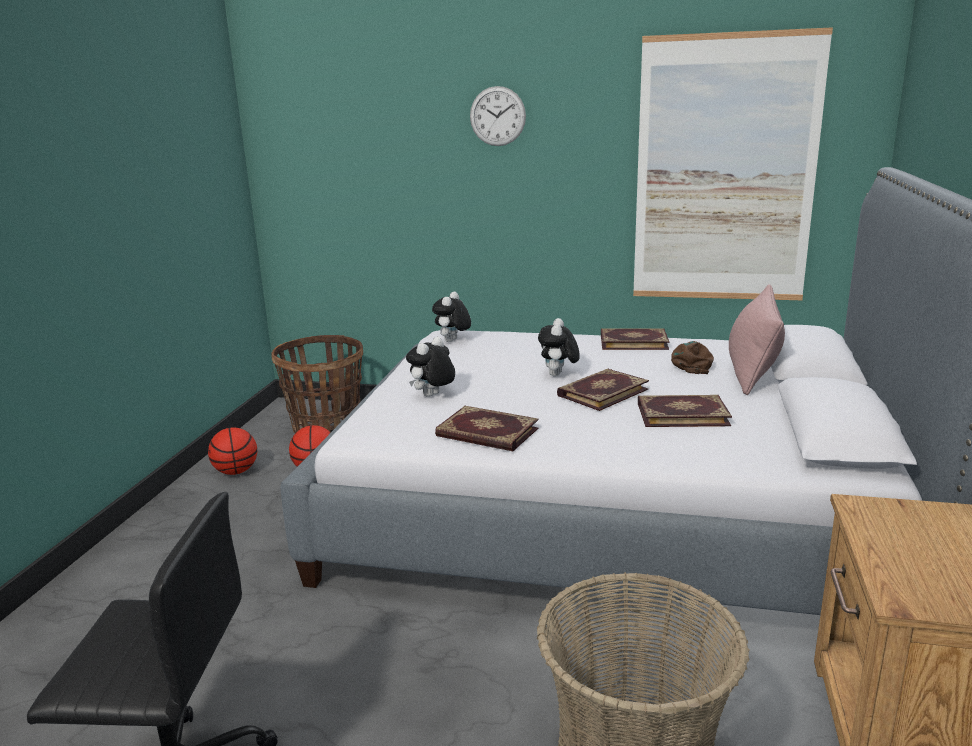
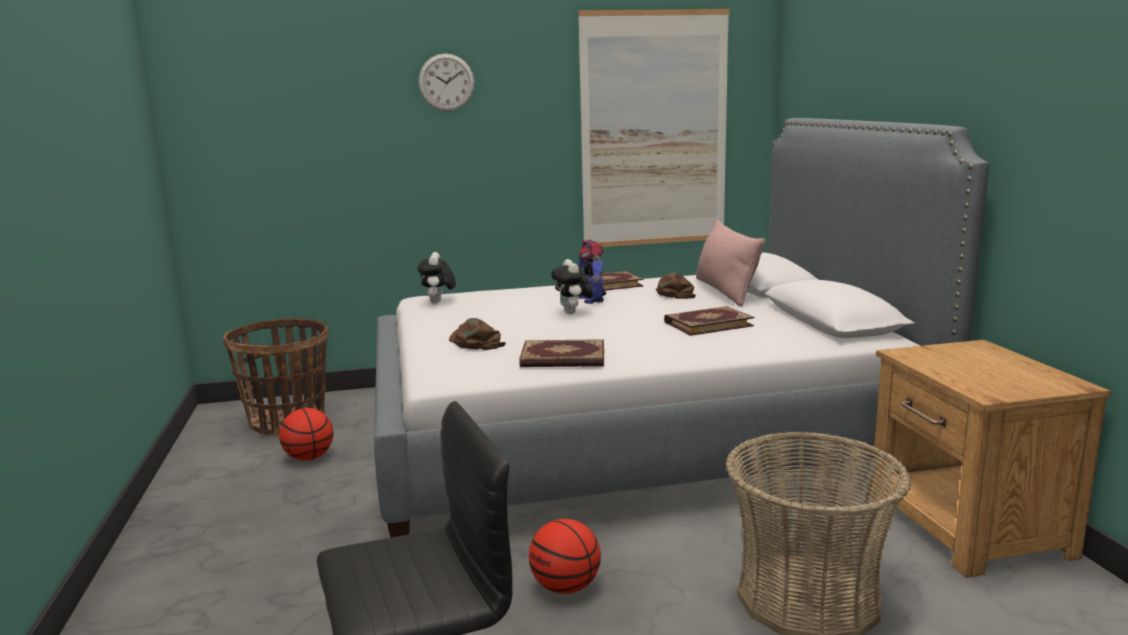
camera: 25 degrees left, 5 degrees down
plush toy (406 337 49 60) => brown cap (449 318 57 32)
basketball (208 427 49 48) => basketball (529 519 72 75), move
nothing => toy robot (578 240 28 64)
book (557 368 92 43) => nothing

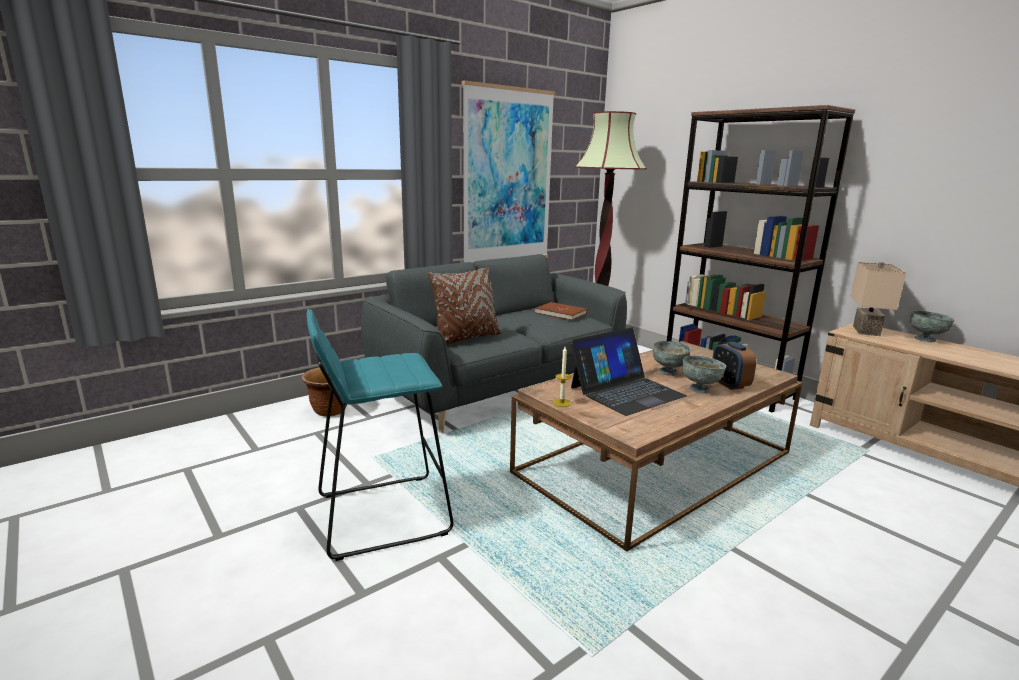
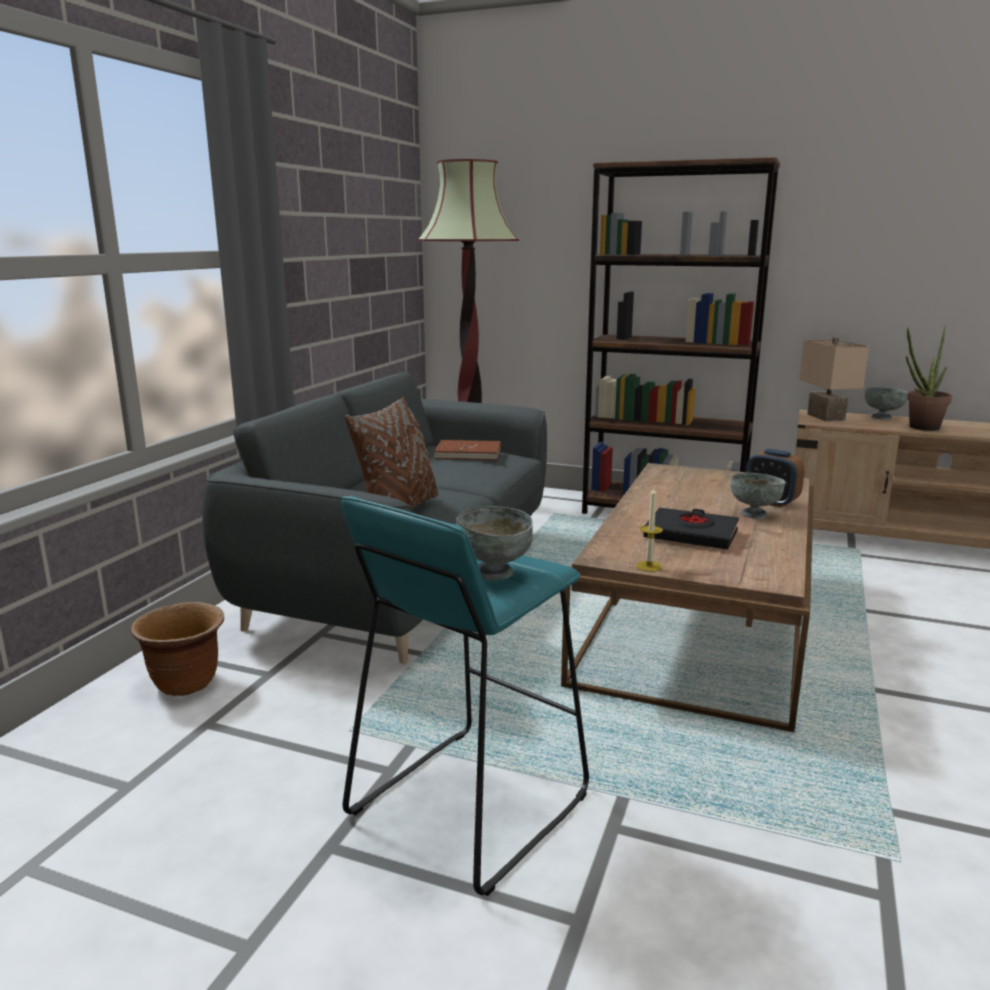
camera: 30 degrees left, 0 degrees up
grey bowl (653 341 38 35) => grey bowl (456 506 77 74), move
laptop (570 327 117 89) => black book (643 508 96 42)
nothing => potted plant (906 327 46 104)
picture (462 80 93 183) => nothing

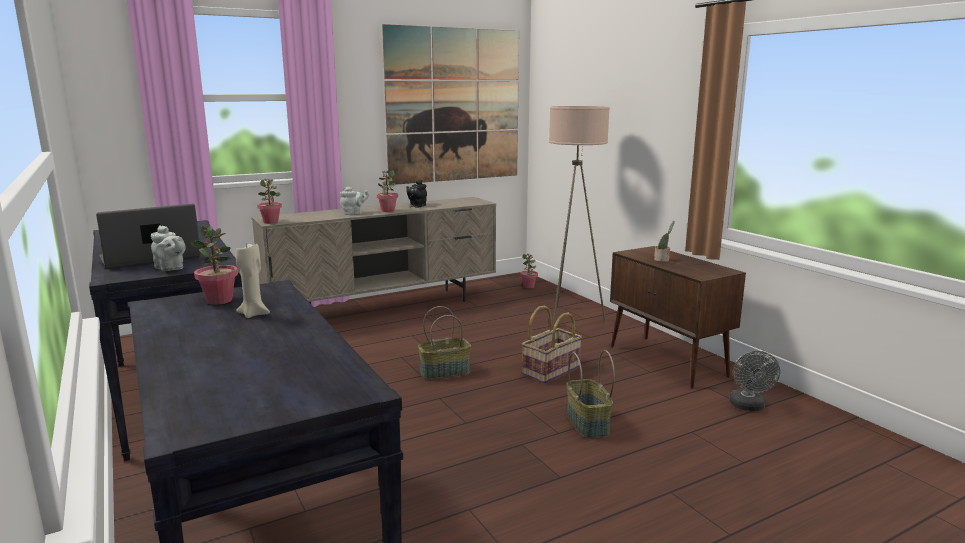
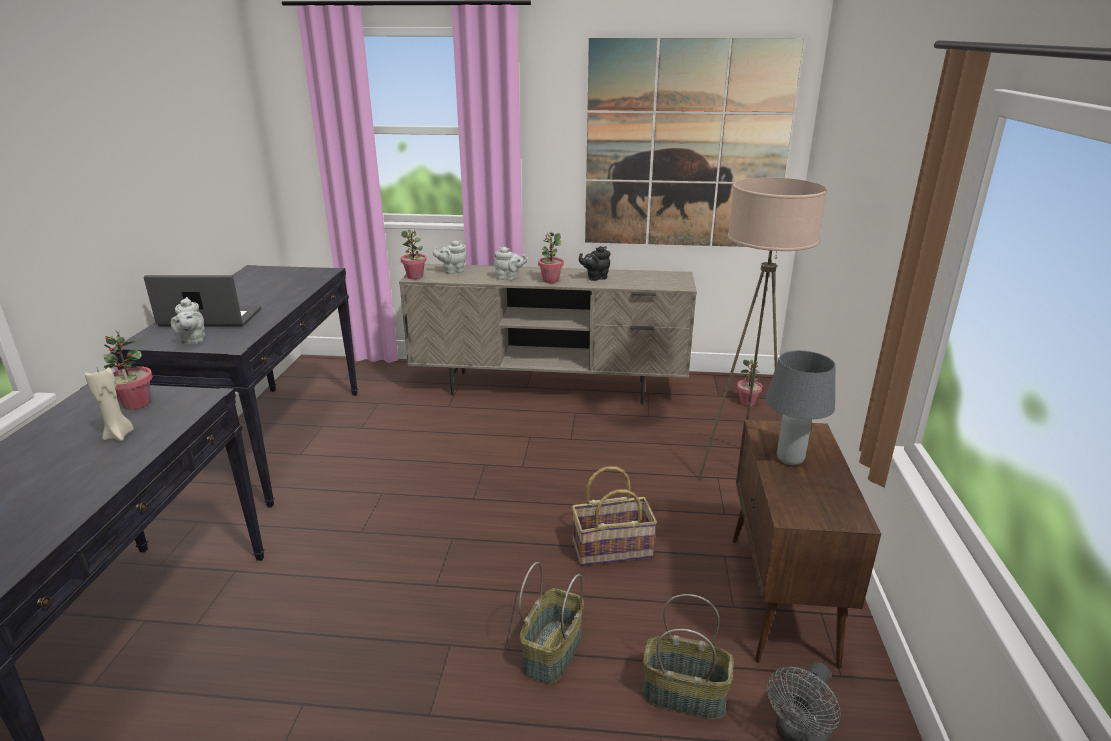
camera: 35 degrees right, 10 degrees up
nothing => grey teapot (433 240 34 34)
basket (418 306 53 74) => basket (643 594 91 125), move
potted plant (654 221 21 41) => grey table lamp (766 350 69 115)

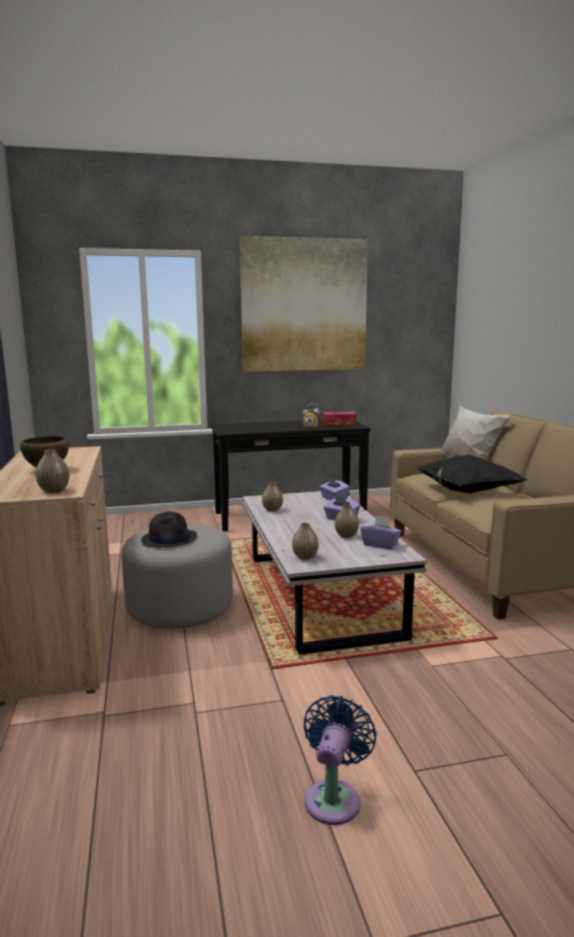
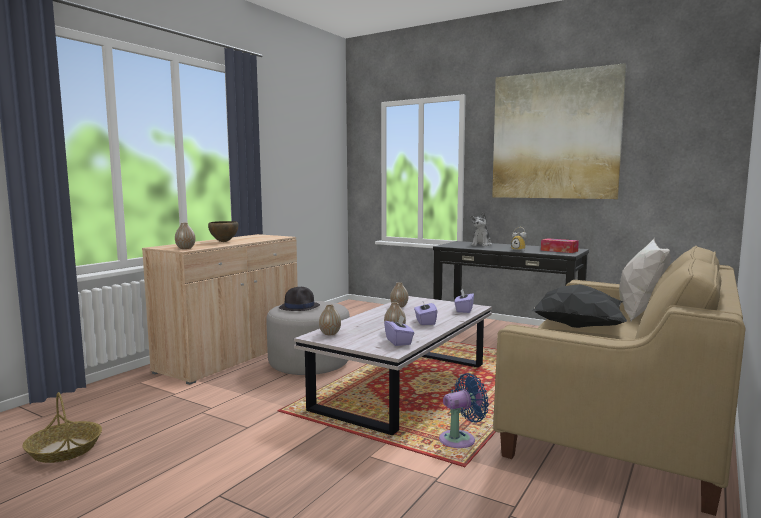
camera: 45 degrees right, 5 degrees down
nothing => basket (23 392 79 71)
blue fan (303 695 74 130) => blue fan (439 373 50 75), move
nothing => plush toy (471 212 21 34)

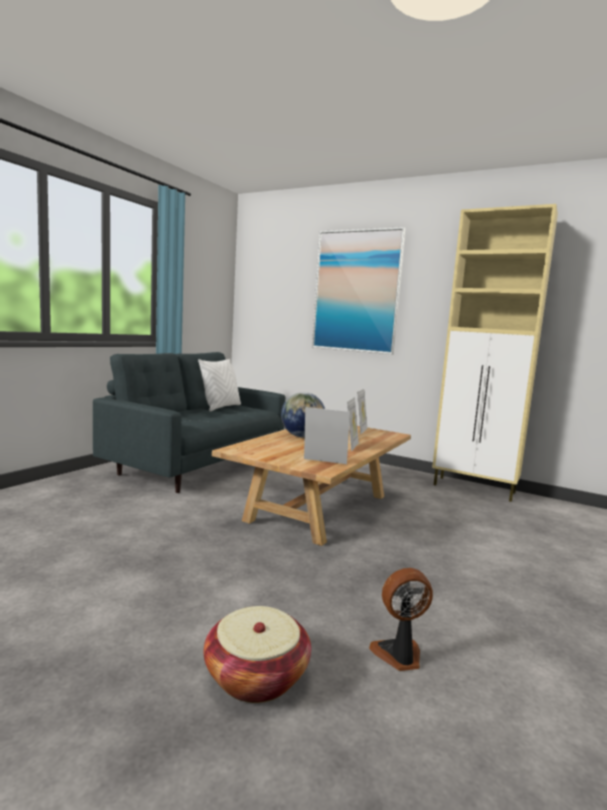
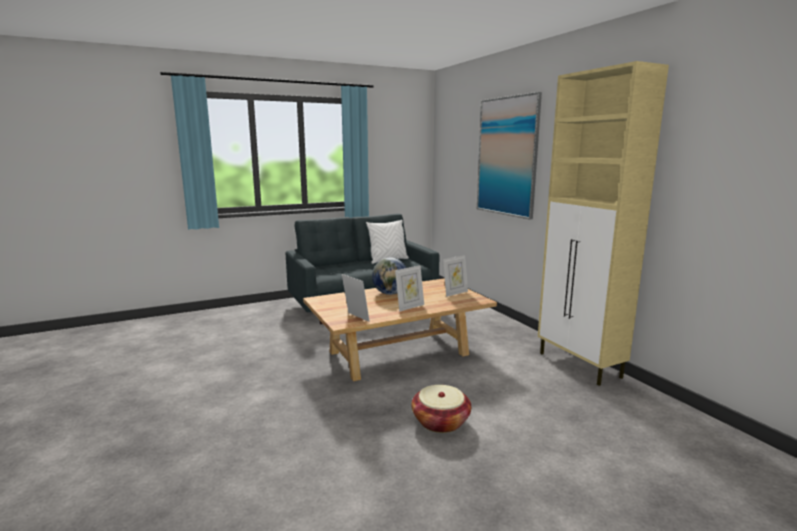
camera: 35 degrees right, 5 degrees up
basket (204 606 107 97) => basket (411 385 60 48), move
fan (369 568 64 103) => nothing

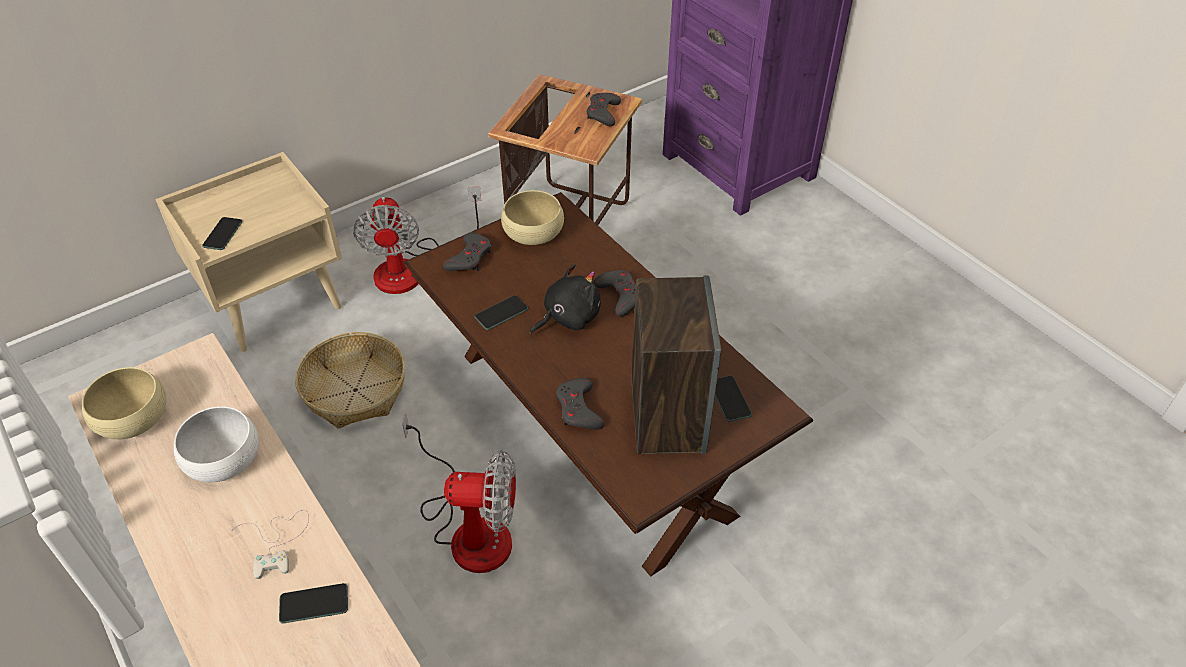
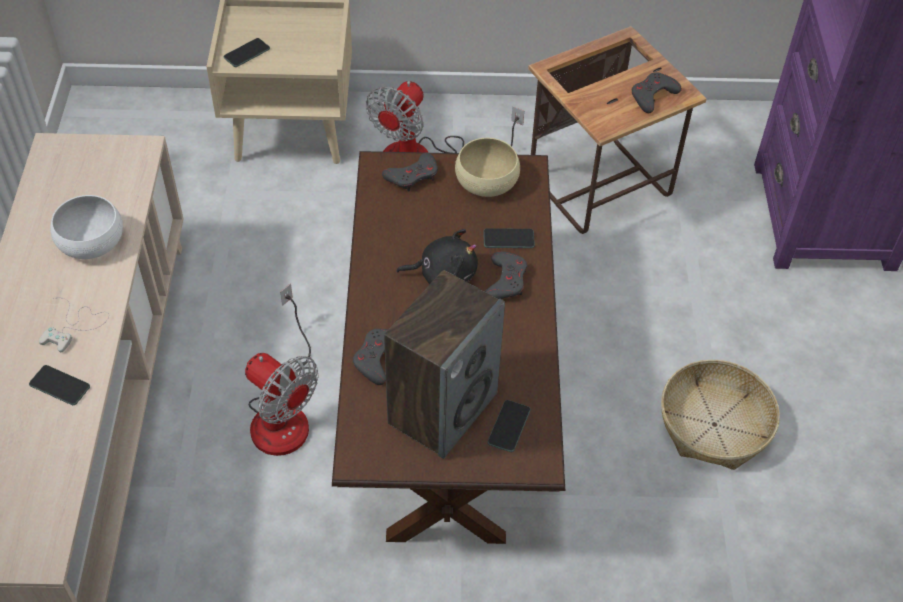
camera: 35 degrees right, 5 degrees up
phone (475 295 53 35) => phone (483 228 52 20), move
basket (295 332 110 96) => basket (661 360 119 110), move
beige bowl (82 367 84 72) => nothing

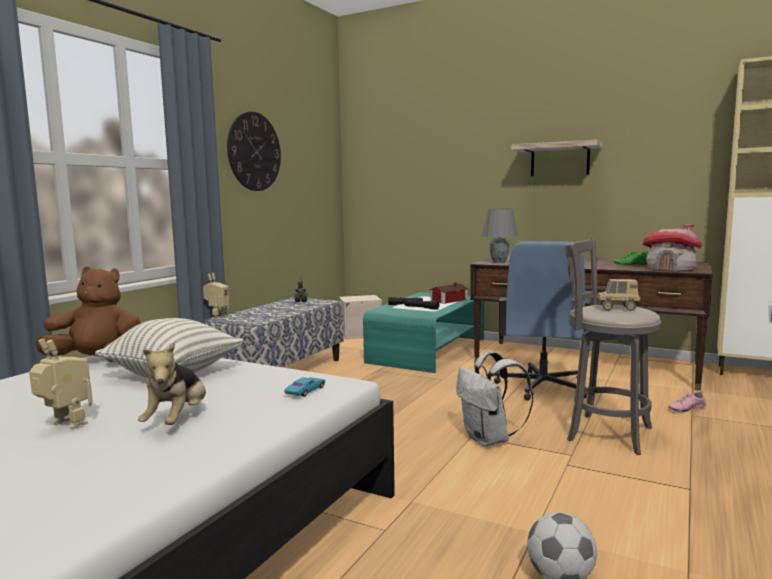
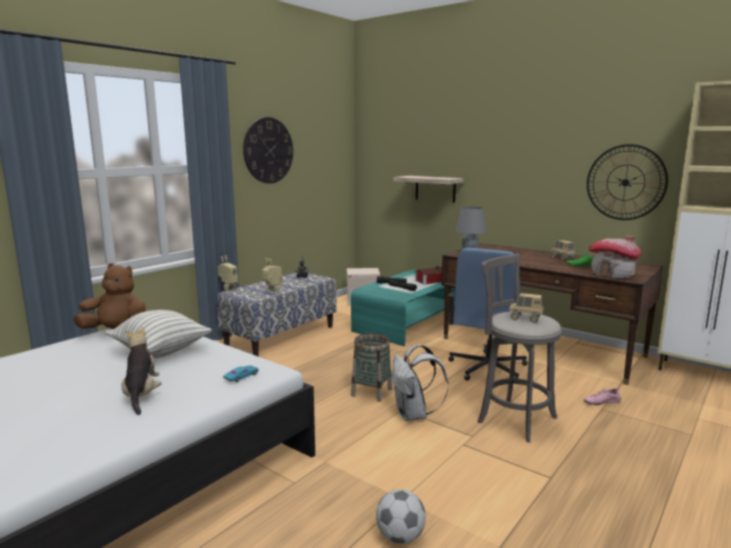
camera: 10 degrees right, 5 degrees up
plush toy (138 342 68 83) => plush toy (122 327 39 88), 150 degrees clockwise
toy robot (29 338 63 91) => toy robot (262 258 21 36), move
nothing => basket (351 333 41 69)
shelf (511 139 92 37) => shelf (393 176 71 27), move
nothing => toy truck (551 240 24 21)
nothing => wall clock (587 144 81 76)

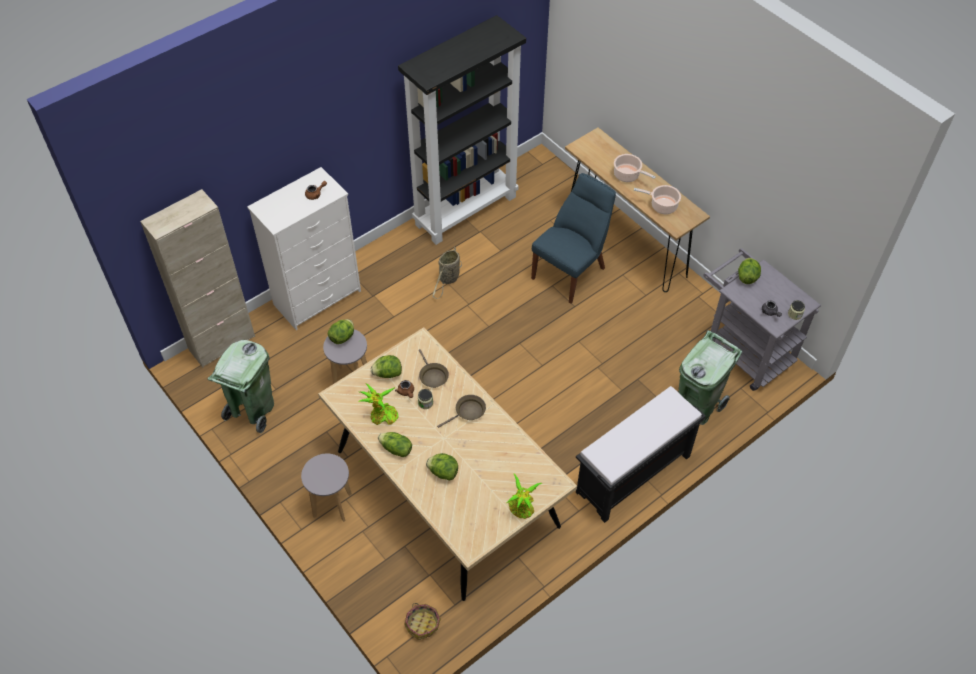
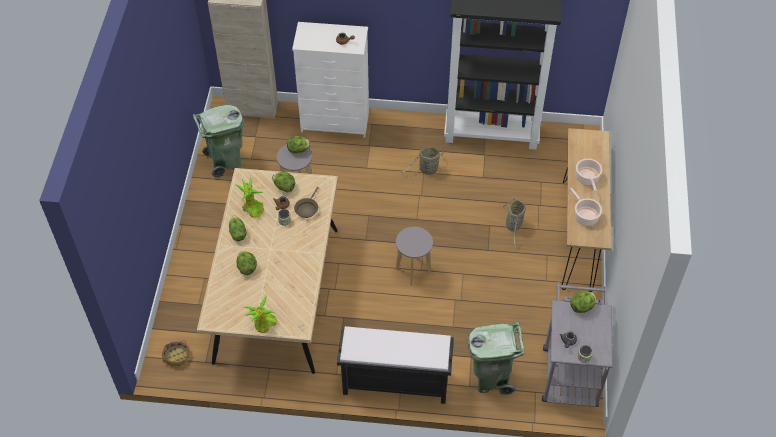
camera: 45 degrees right, 0 degrees up
grey stool (301 453 51 69) => grey stool (396 227 37 59), move
blue chair (531 173 85 131) => basket (501 197 24 49)
brown frying pan (437 395 49 33) => nothing

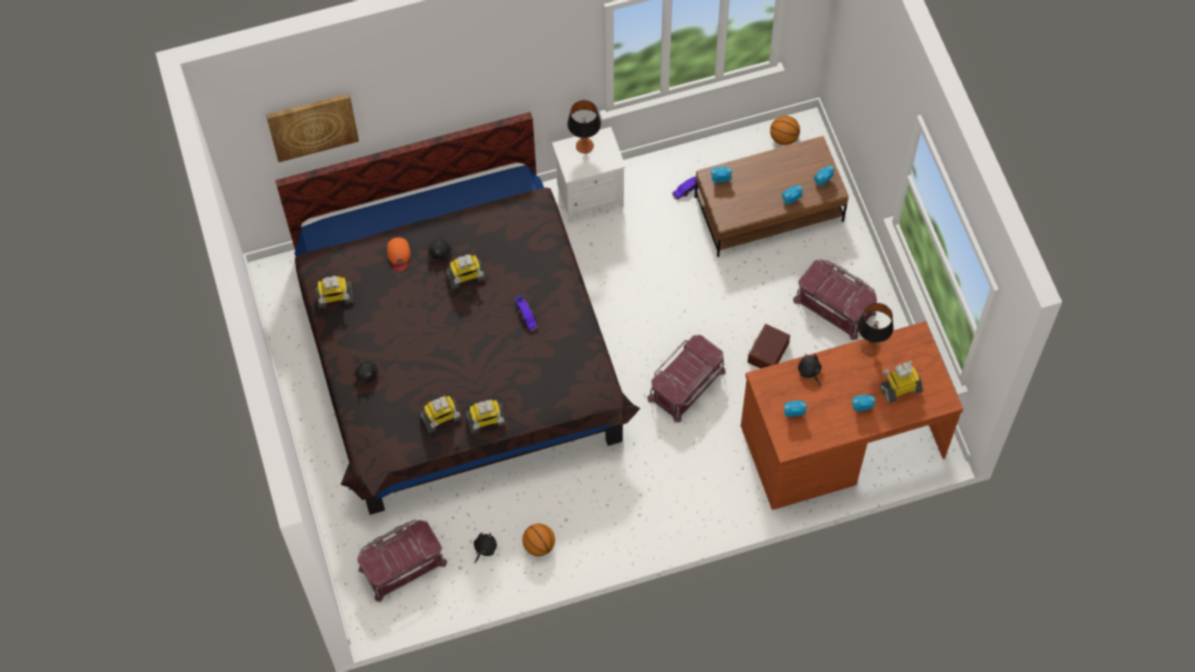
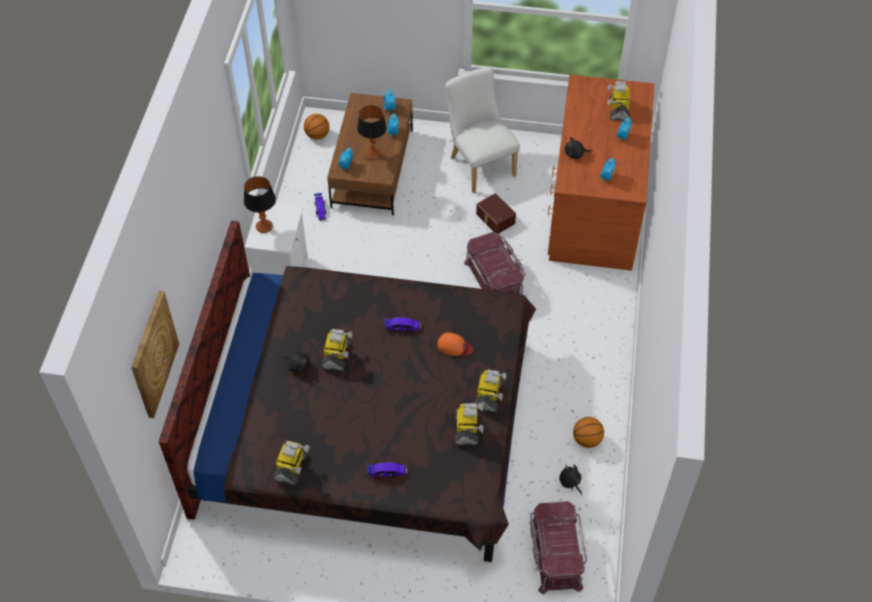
camera: 65 degrees left, 10 degrees down
table lamp (858 303 36 52) => table lamp (357 105 30 55), move
black plush toy (355 358 23 25) => toy car (367 462 40 16)
orange cap (387 237 23 35) => orange cap (437 332 36 24), move
red storage box (793 259 84 81) => white chair (445 67 75 126)

